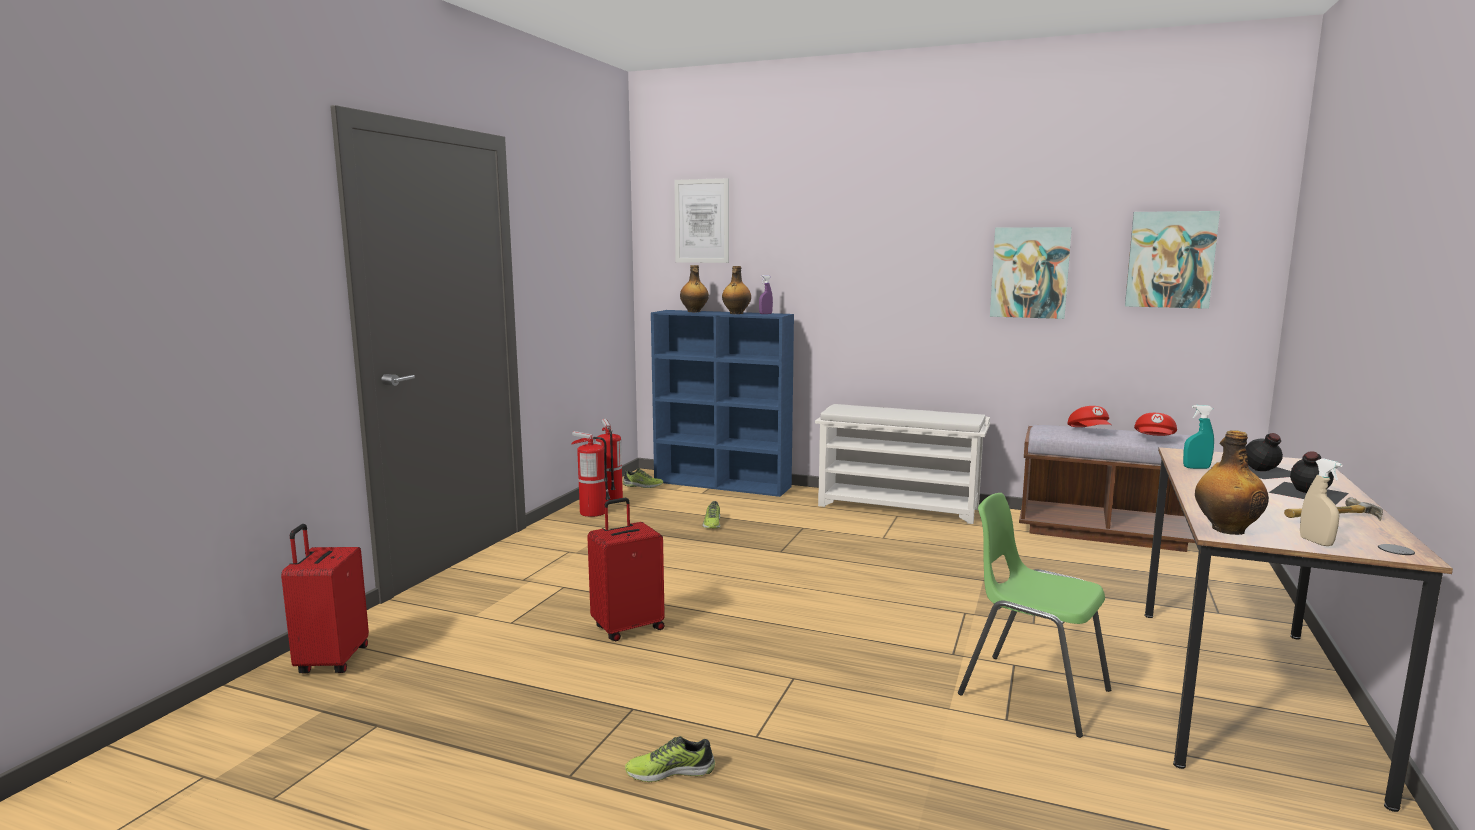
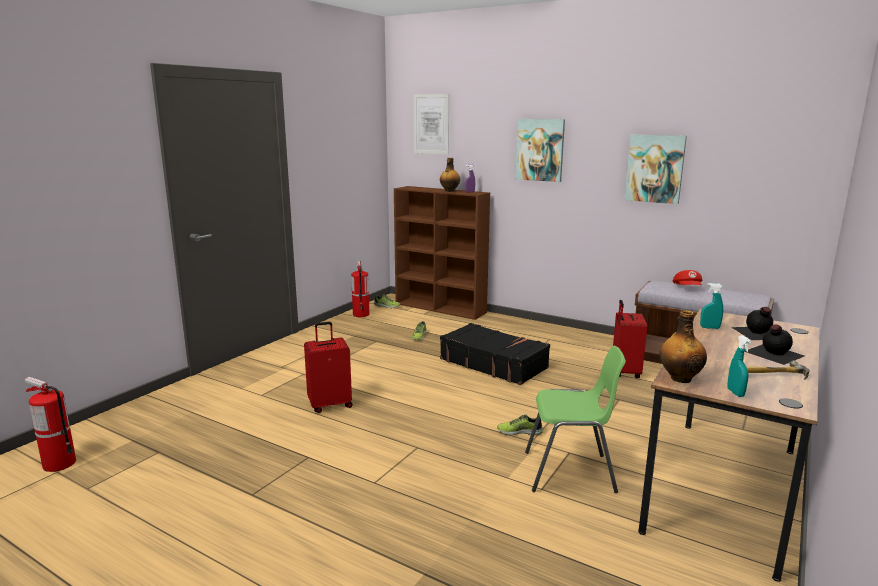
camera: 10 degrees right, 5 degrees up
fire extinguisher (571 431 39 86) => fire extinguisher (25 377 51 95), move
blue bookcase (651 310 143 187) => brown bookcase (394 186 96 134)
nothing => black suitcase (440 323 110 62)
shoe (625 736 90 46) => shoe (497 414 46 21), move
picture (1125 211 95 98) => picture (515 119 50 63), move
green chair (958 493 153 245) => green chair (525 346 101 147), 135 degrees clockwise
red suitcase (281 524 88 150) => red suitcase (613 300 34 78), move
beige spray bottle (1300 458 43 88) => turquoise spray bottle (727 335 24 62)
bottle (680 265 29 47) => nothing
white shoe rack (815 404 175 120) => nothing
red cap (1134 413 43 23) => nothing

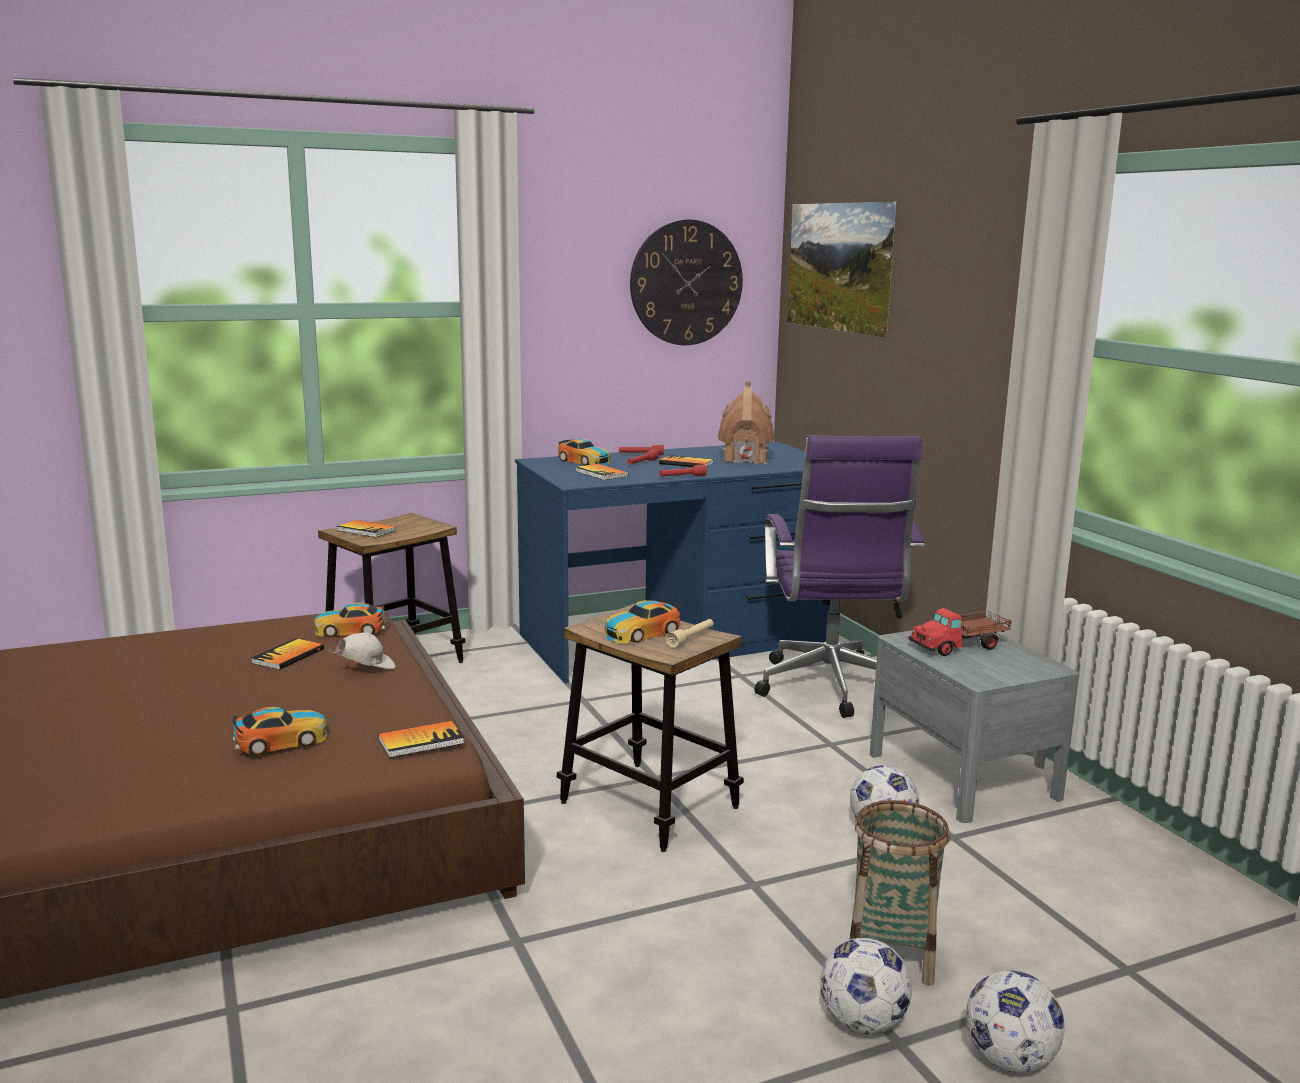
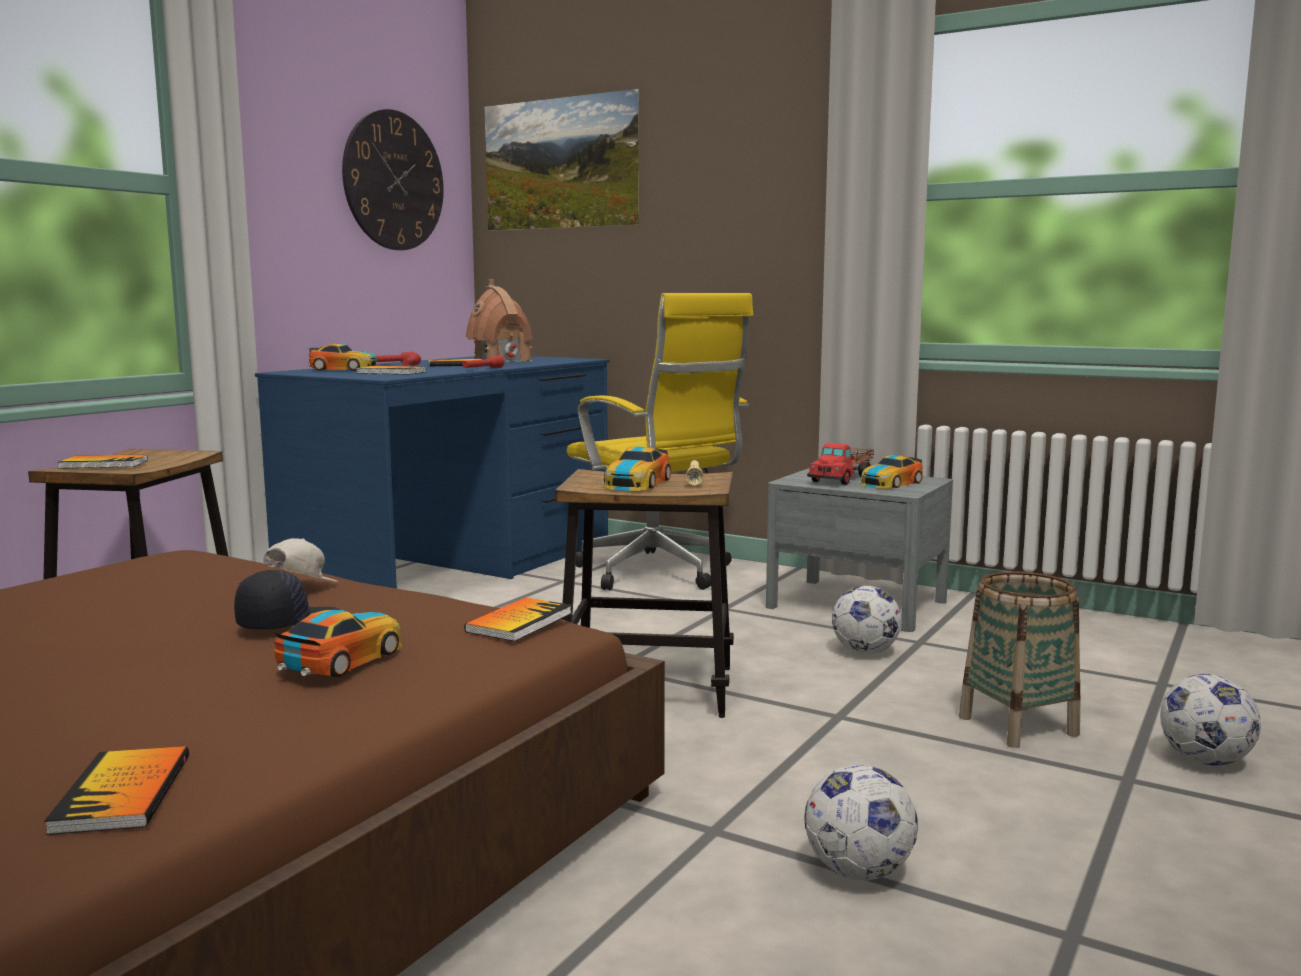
camera: 35 degrees left, 5 degrees down
book (251 638 73 32) => book (44 746 145 89), move
nothing => black cap (234 570 106 59)
purple office chair (754 435 171 283) => yellow office chair (567 293 186 297)
football (820 938 92 97) => football (805 765 113 115), move
toy car (314 603 72 34) => toy car (861 455 62 34), move

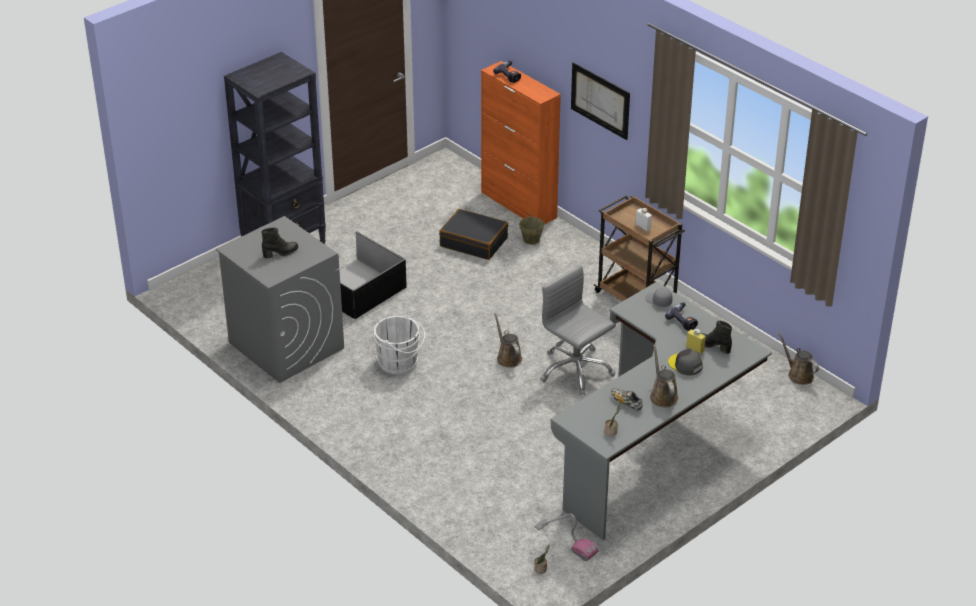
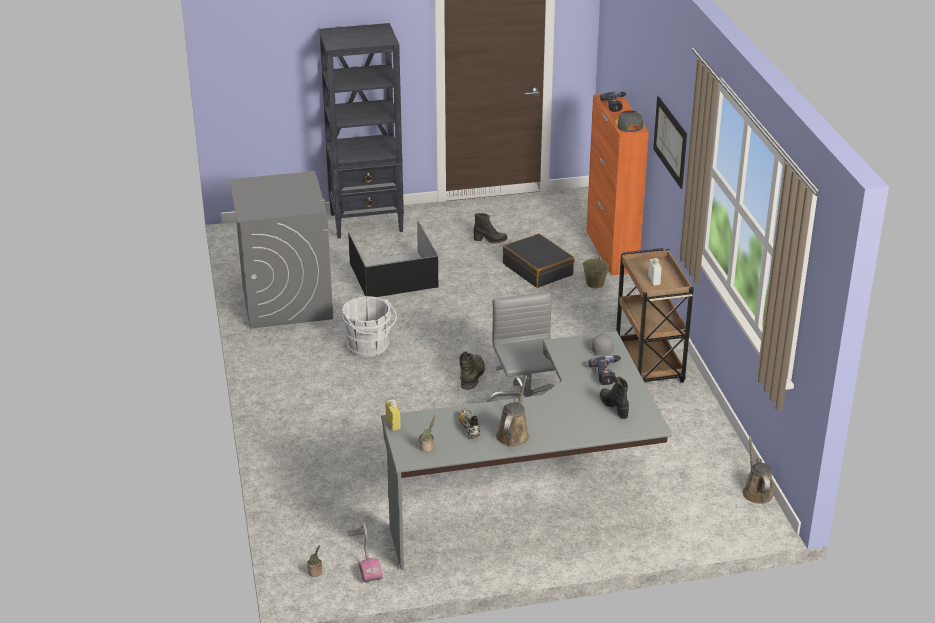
camera: 30 degrees right, 5 degrees down
yellow bottle (686 329 20 25) => yellow bottle (385 399 16 32), move
brown watering can (494 313 28 54) => green boot (459 351 26 39)
black boot (261 227 37 31) => black boot (473 213 34 31), move
grey cap (668 349 35 27) => grey cap (615 110 28 22), move

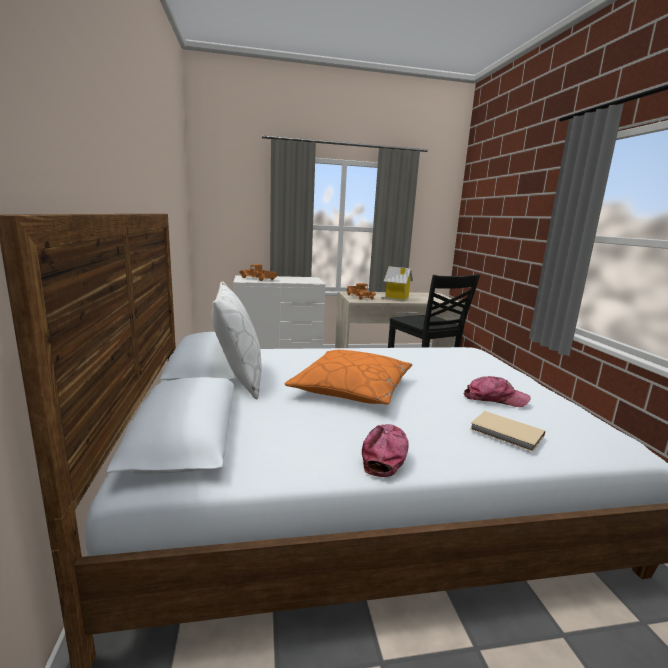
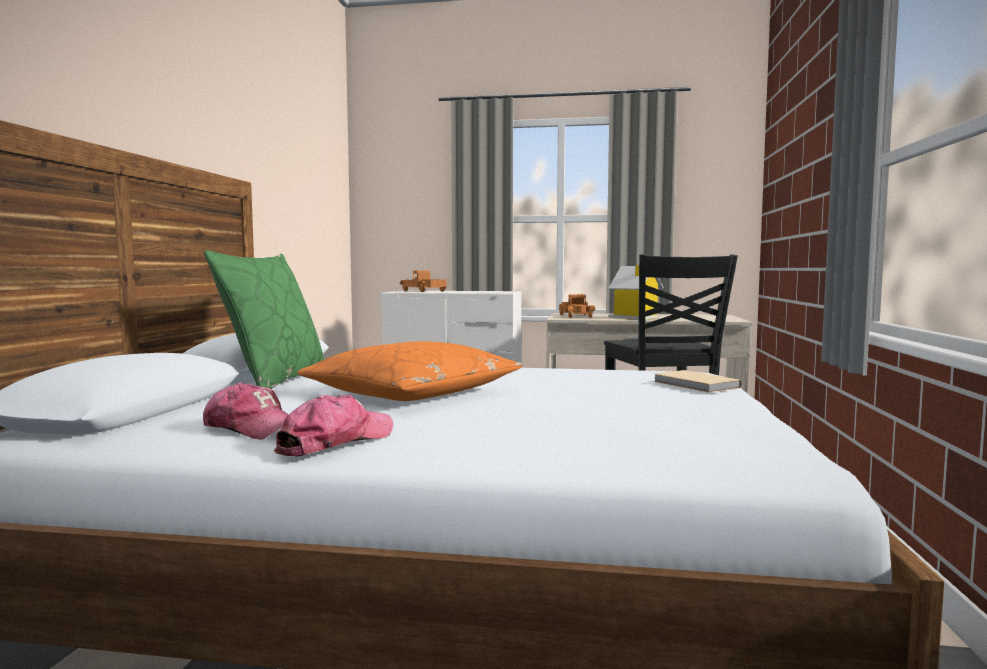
camera: 20 degrees right, 10 degrees down
cap (464 376 66 31) => cap (203 382 86 57), move
white pillow (212 281 49 119) => green pillow (204 250 121 139)
beige book (470 411 75 41) => beige book (653 370 89 23), move

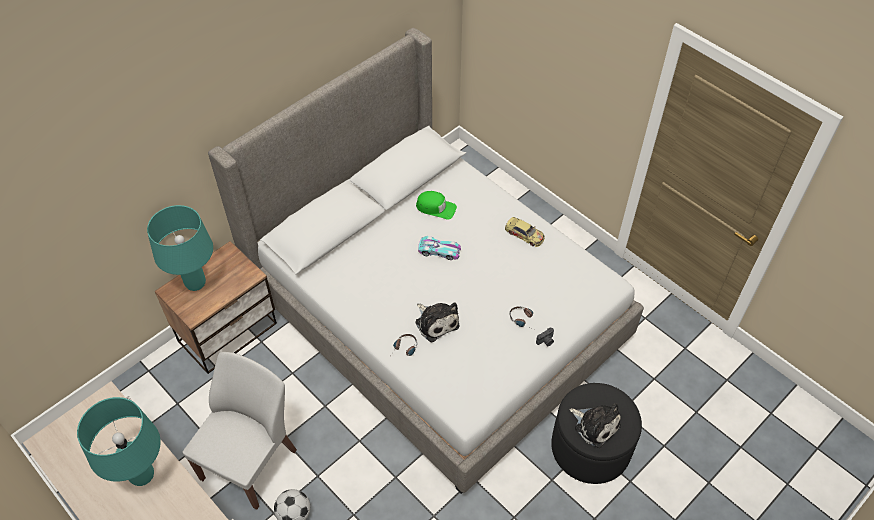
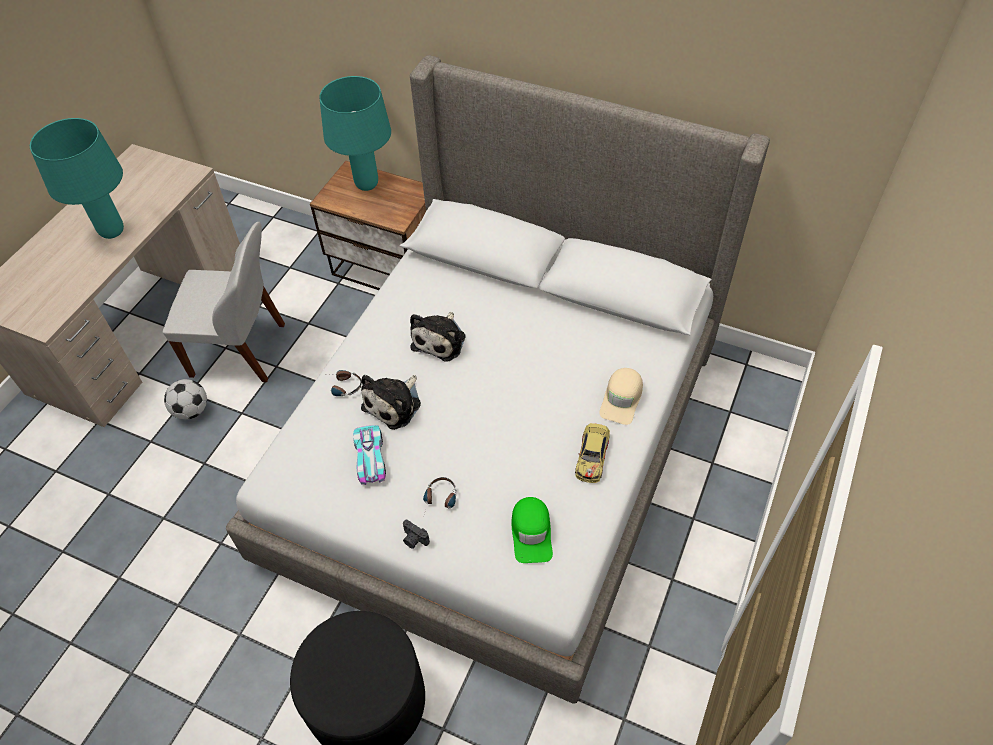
camera: 70 degrees right, 0 degrees up
toy car (418 236 43 24) => toy car (353 425 33 60), move
plush toy (569 403 52 45) => plush toy (410 312 56 50), move
green cap (416 191 41 29) => green cap (511 497 42 66), move
nothing => beige cap (600 368 43 57)

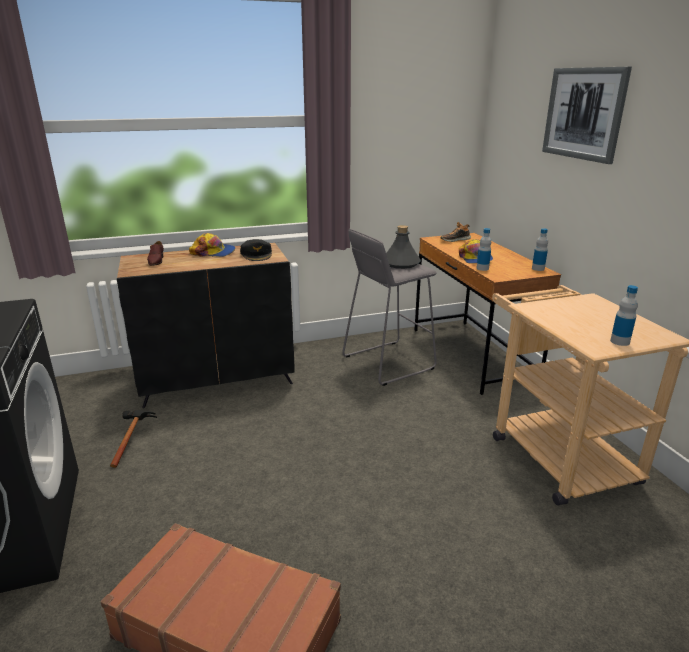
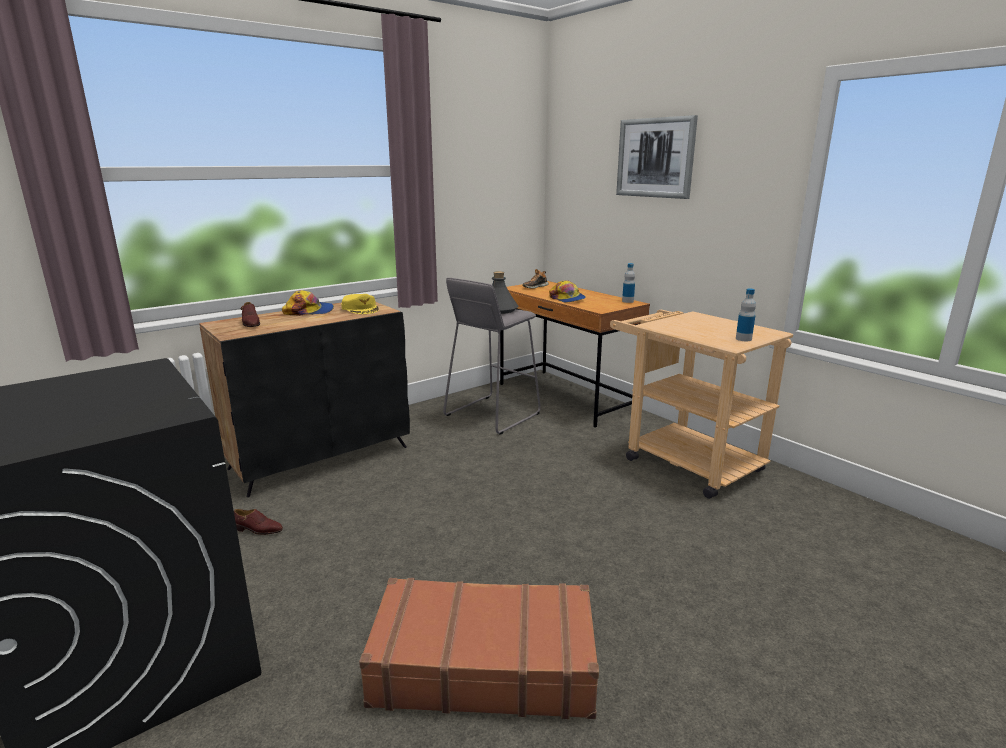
camera: 20 degrees left, 5 degrees down
hammer (110 410 47 58) => brown shoe (234 509 49 26)
black cap (240 239 32 22) => yellow cap (341 294 38 20)
bottle (476 228 15 43) => nothing

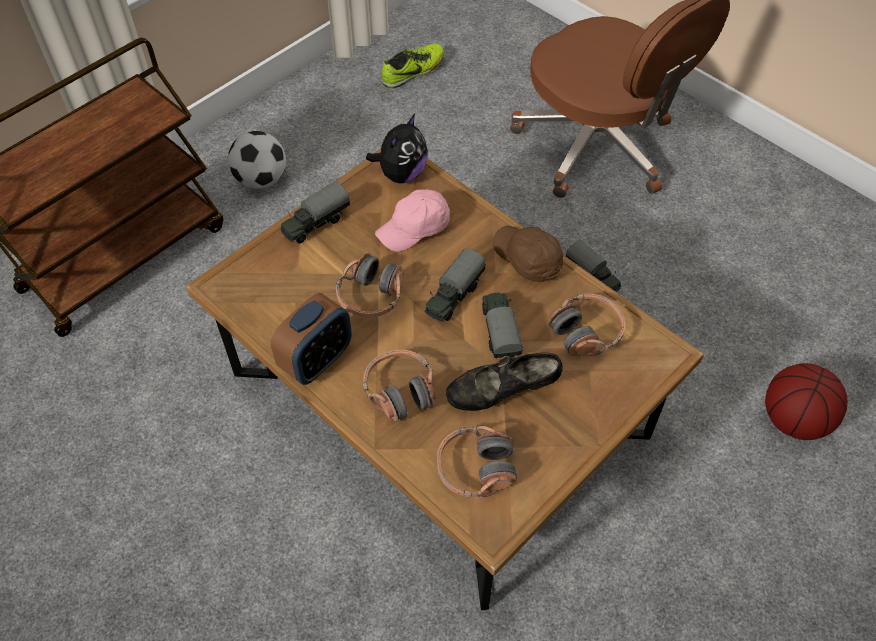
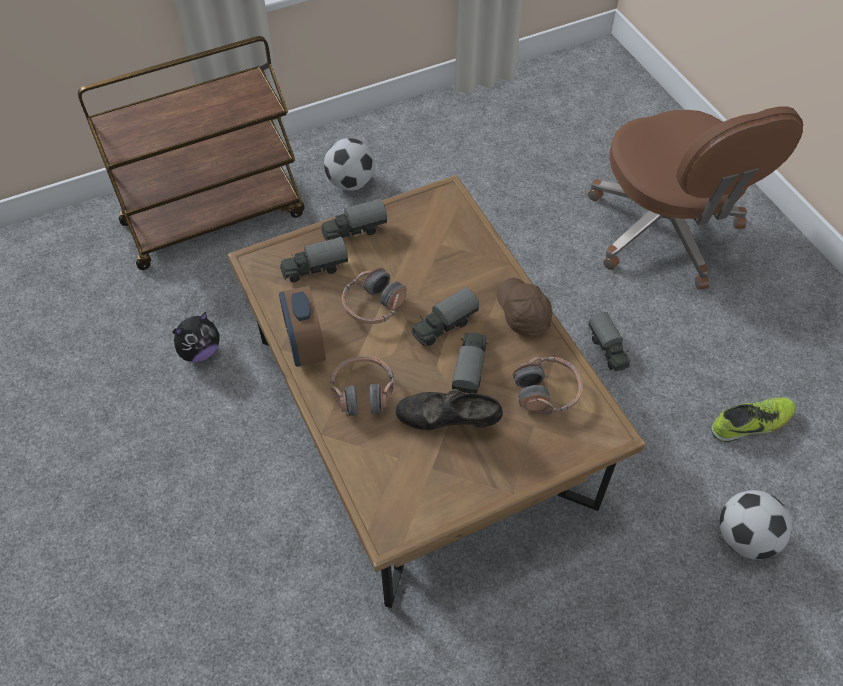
camera: 20 degrees right, 0 degrees up
plush toy (366 114 61 69) => plush toy (173 312 47 50), move
alarm clock (271 293 81 92) => alarm clock (279 286 47 81), 105 degrees clockwise
nothing => toy truck (280 237 68 45)
shoe (382 44 62 44) => shoe (711 397 85 45), move
basketball (765 363 83 77) => football (720 490 72 70)
pink cap (375 189 75 63) => nothing
headphones (437 426 80 71) => nothing

